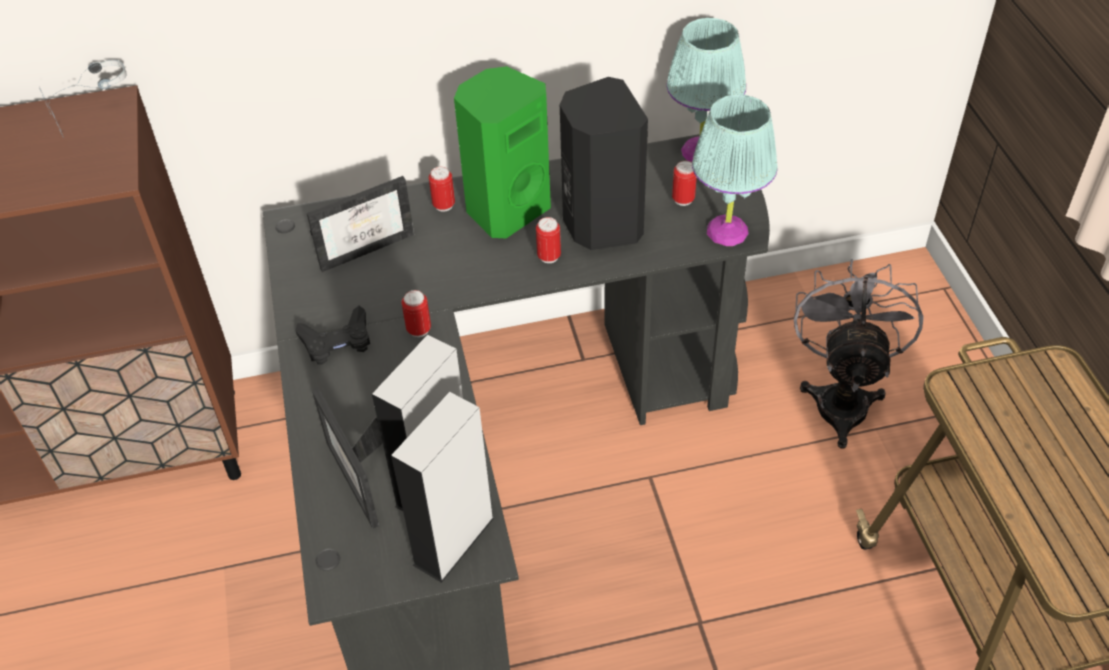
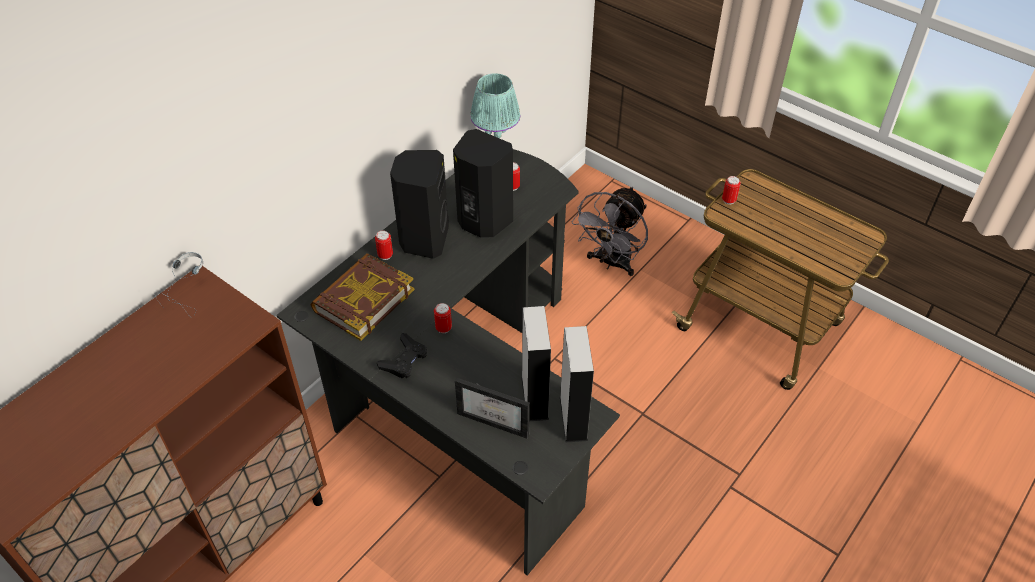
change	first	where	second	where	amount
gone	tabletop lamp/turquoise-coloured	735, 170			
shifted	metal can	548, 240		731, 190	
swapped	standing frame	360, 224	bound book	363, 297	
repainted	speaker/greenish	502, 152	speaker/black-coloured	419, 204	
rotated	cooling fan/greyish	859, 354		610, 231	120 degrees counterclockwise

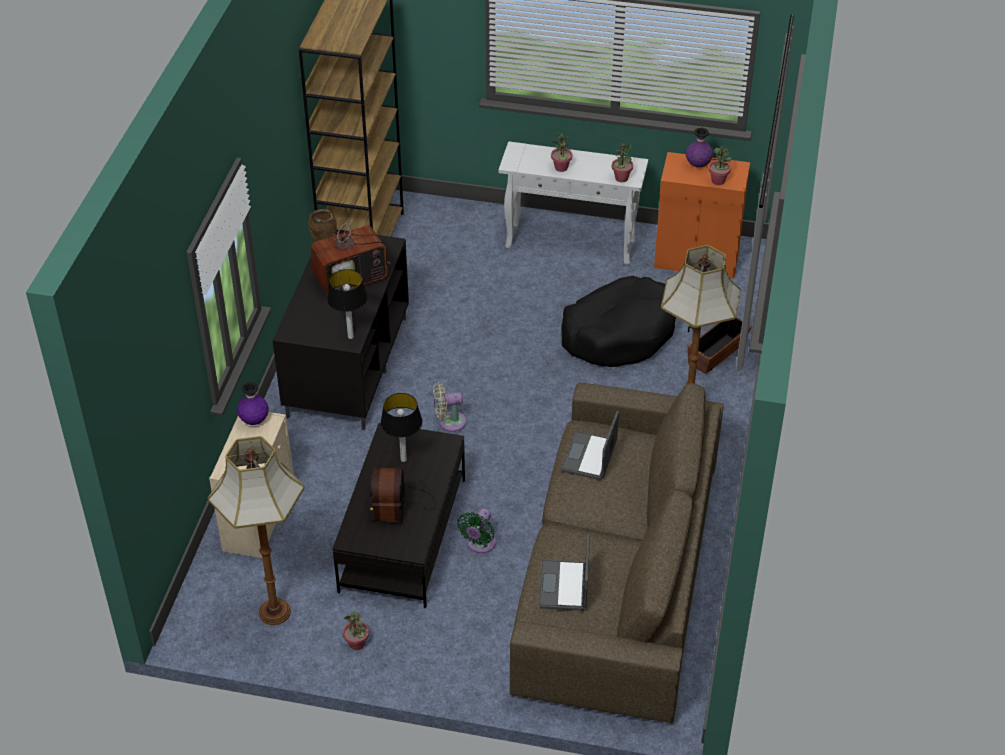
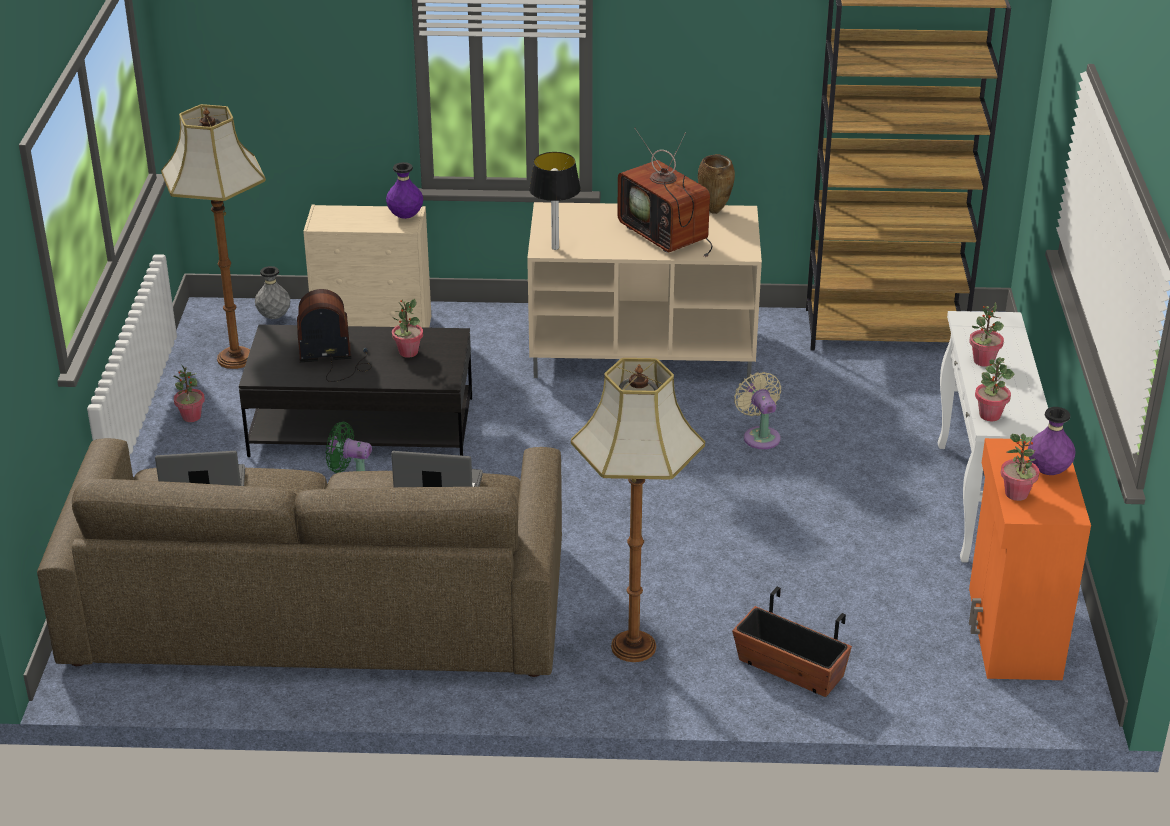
change	first	where	second	where	amount
gone	dog bed/black-coloured	618, 321			
new			decorative vase/greyish	272, 292	
shifted	cooling fan/beige	449, 407		757, 410	
swapped	tabletop lamp	401, 427	plant in a pot	407, 328	
repainted	media console/black-coloured	341, 329	media console/beige	644, 292	

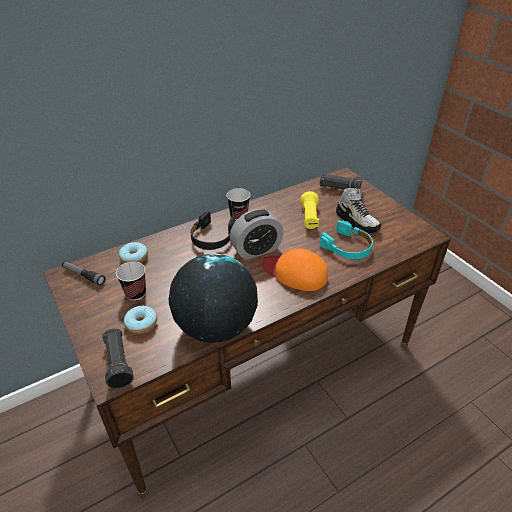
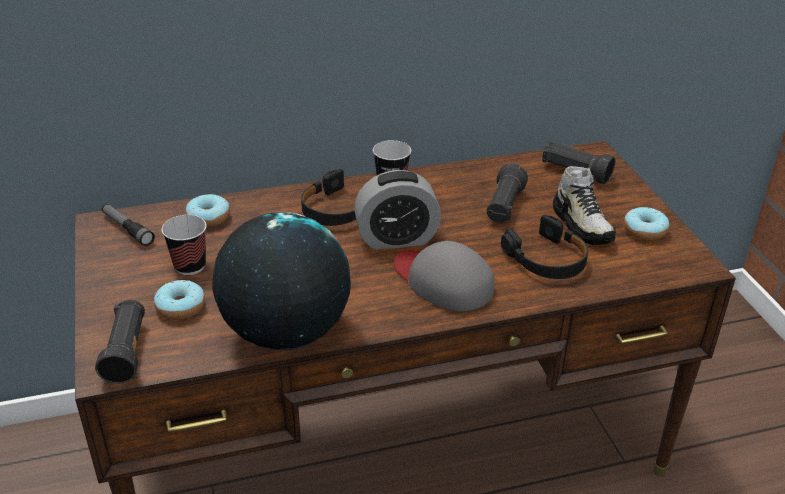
change	first	where	second	where	amount
new			doughnut	646, 224	
repainted	peaked cap/orangey	295, 269	peaked cap/greyish	444, 276	
repainted	hand torch/yellowish	310, 210	hand torch/black-coloured	507, 193	
repainted	pair of headphones/turquoise-coloured	346, 239	pair of headphones/black-coloured	544, 247	

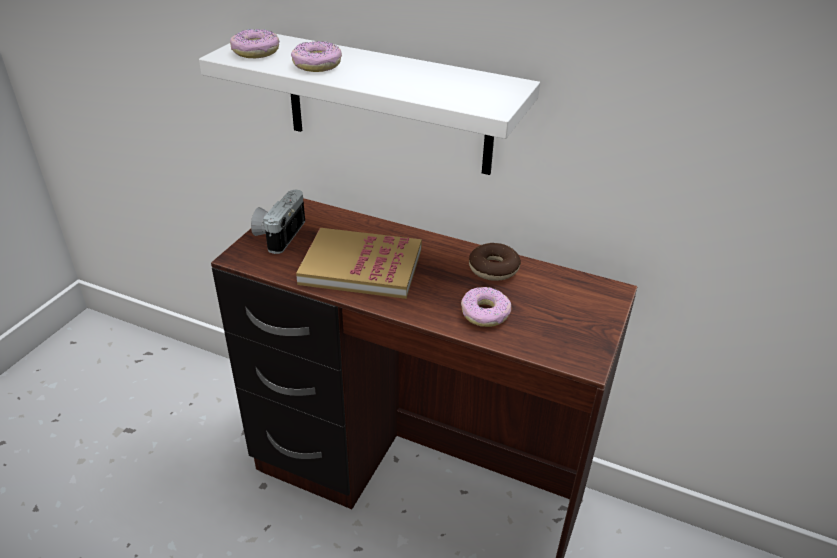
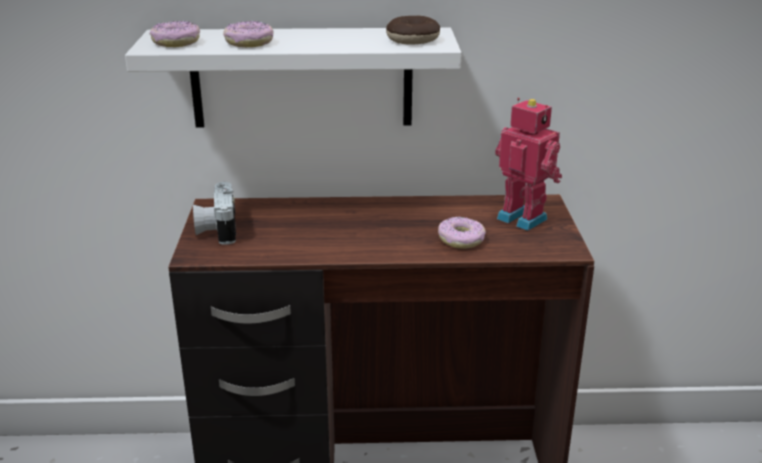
change	first	where	second	where	amount
gone	bound book	359, 263			
new			robot figure	528, 164	
shifted	doughnut	495, 262		413, 30	

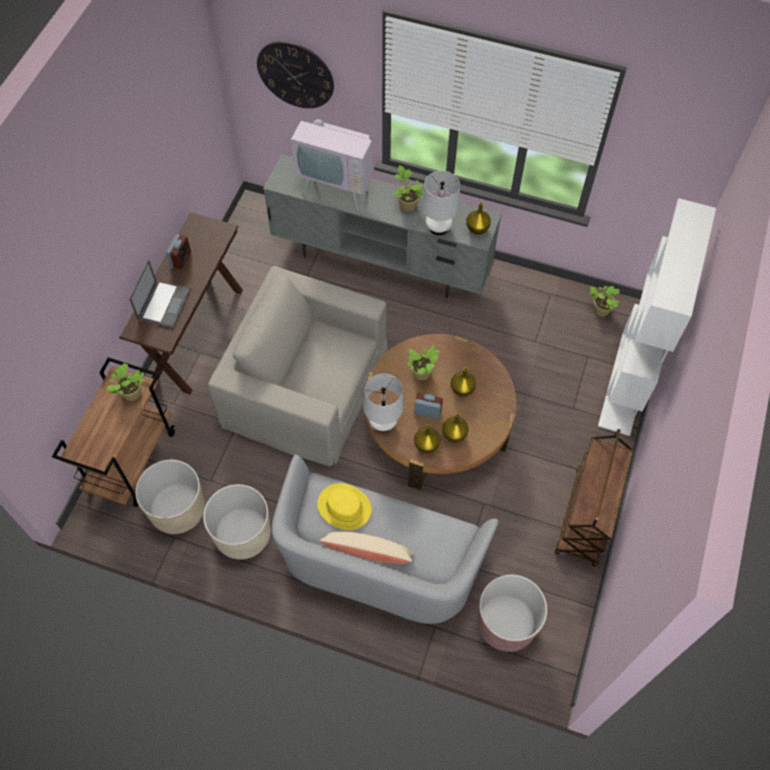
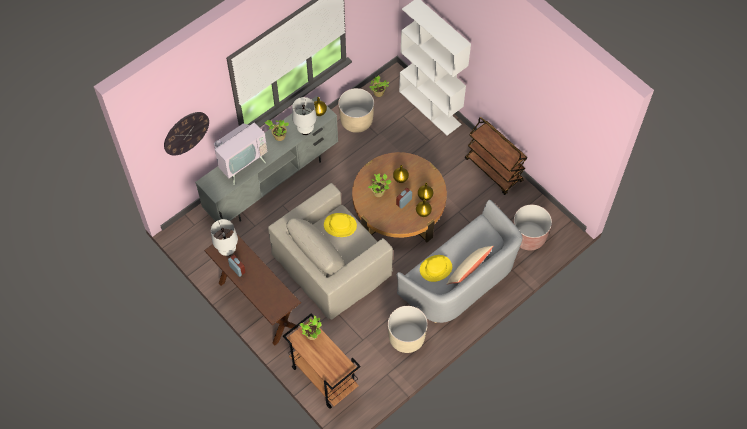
change	first	where	second	where	amount
gone	portable computer	160, 294			
new			clothing hat/yellowish	340, 225	
shifted	plant pot/beige	170, 497		356, 110	
shifted	tabletop lamp/white-coloured	383, 403		224, 237	

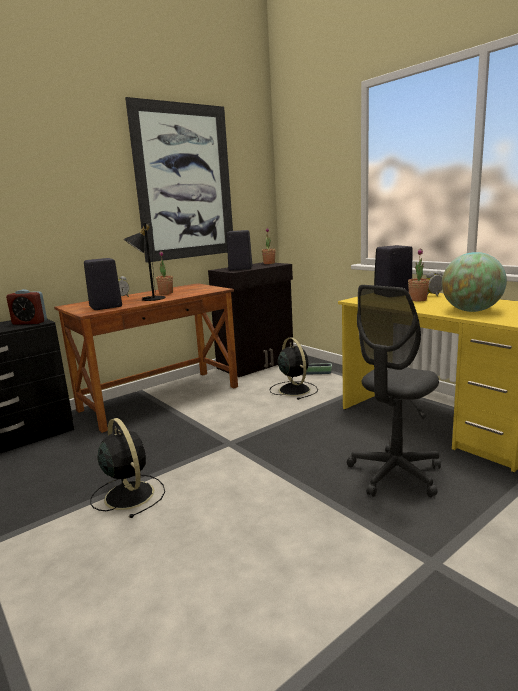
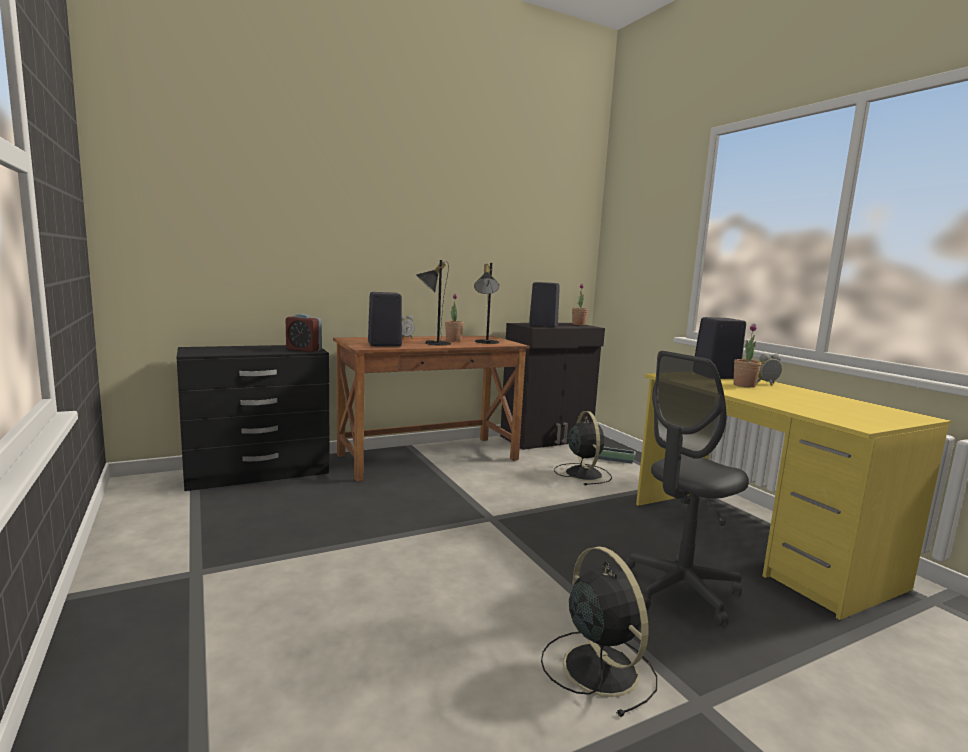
change	first	where	second	where	amount
gone	wall picture	179, 180			
gone	desk globe	474, 282			
new			tabletop lamp/black-coloured	486, 303	
shifted	cooling fan/black-coloured	127, 468		599, 631	

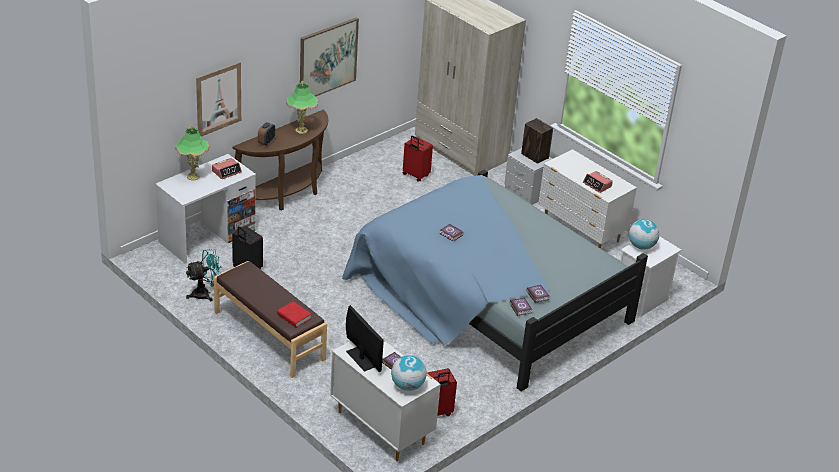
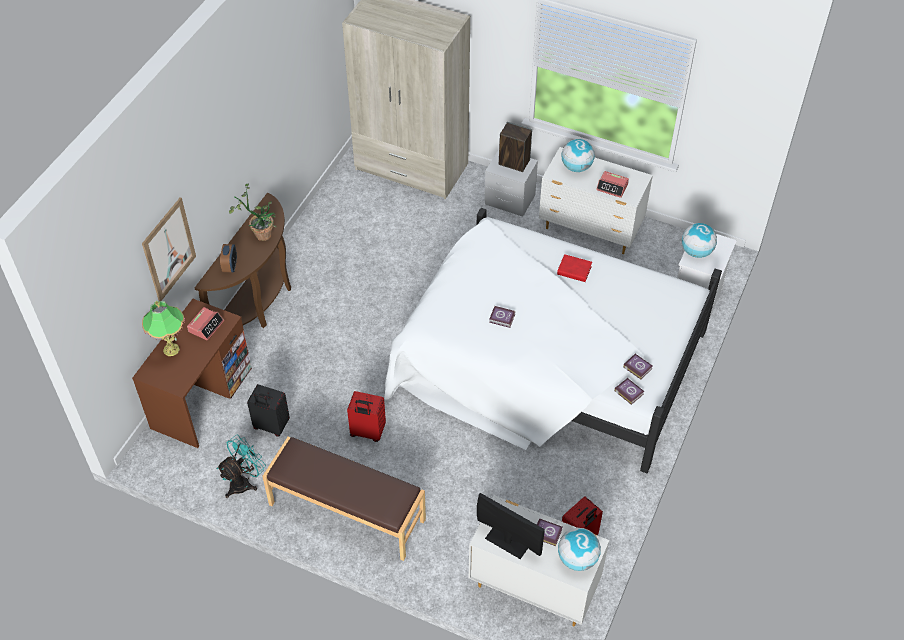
change	first	where	second	where	amount
gone	wall picture	329, 57			
new			desk globe	578, 155	
shifted	bound book/reddish	294, 314		574, 268	
shifted	suitcase/reddish	418, 159		366, 416	
swapped	tabletop lamp	302, 107	plant in a pot	253, 212	
repainted	desk table/white-coloured	205, 209	desk table/brown	192, 373	
repainted	bedroom bed/blue-coloured	495, 280	bedroom bed/white-coloured	553, 340	

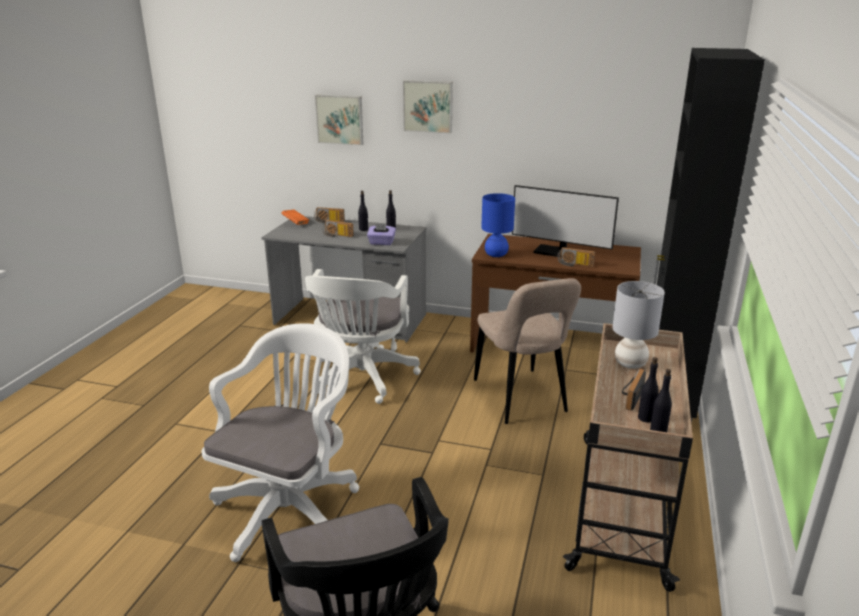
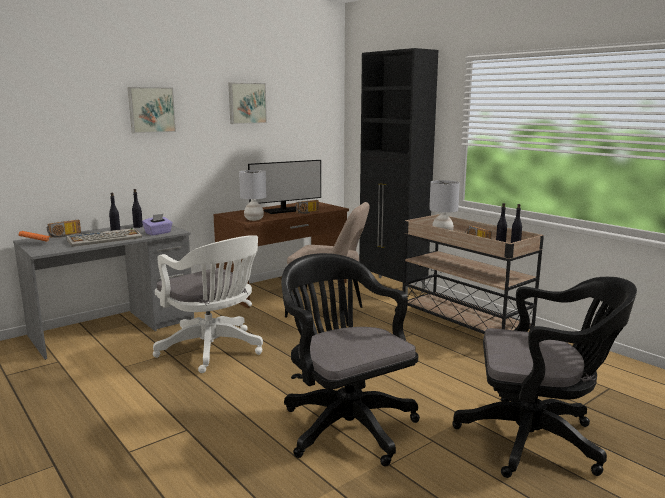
change	first	where	second	where	amount
shifted	wall picture	339, 120		247, 103	
swapped	radio	338, 228	PC keyboard	104, 237	
repainted	desk chair/white-coloured	280, 442	desk chair/black-coloured	350, 360	
repainted	tabletop lamp/blue-coloured	498, 225	tabletop lamp/greyish	252, 195	

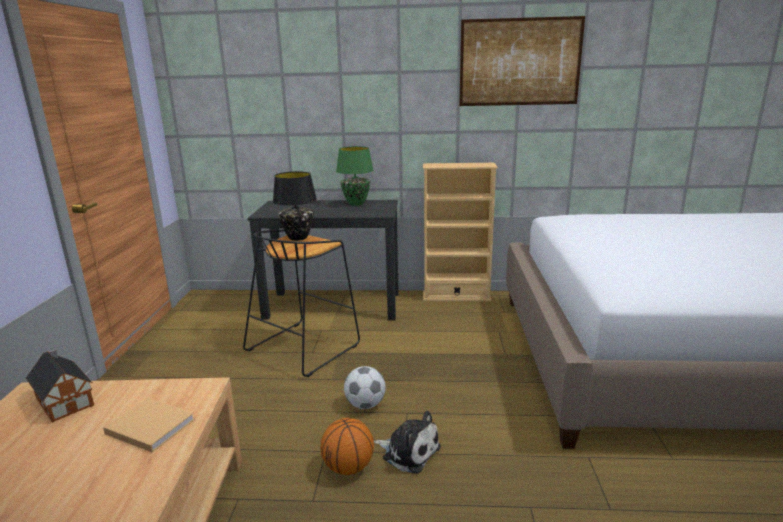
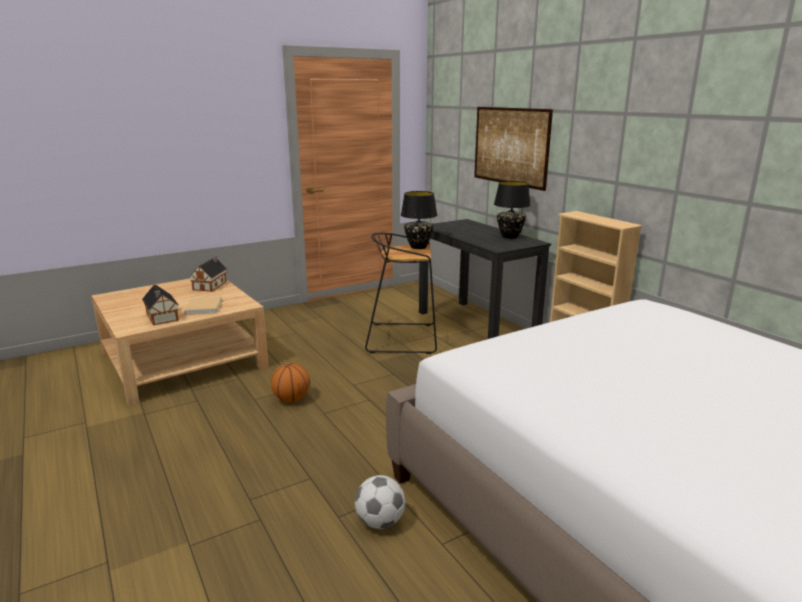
change	first	where	second	where	amount
gone	plush toy	407, 442			
new			toy house	160, 305	
shifted	football	365, 387		380, 502	
shifted	wall picture	522, 61		513, 149	
repainted	tabletop lamp/greenish	354, 176	tabletop lamp/black-coloured	512, 210	

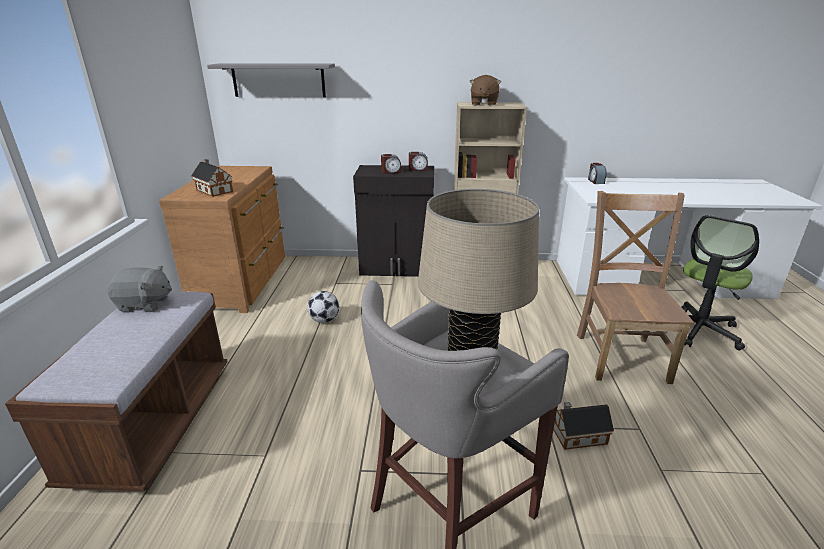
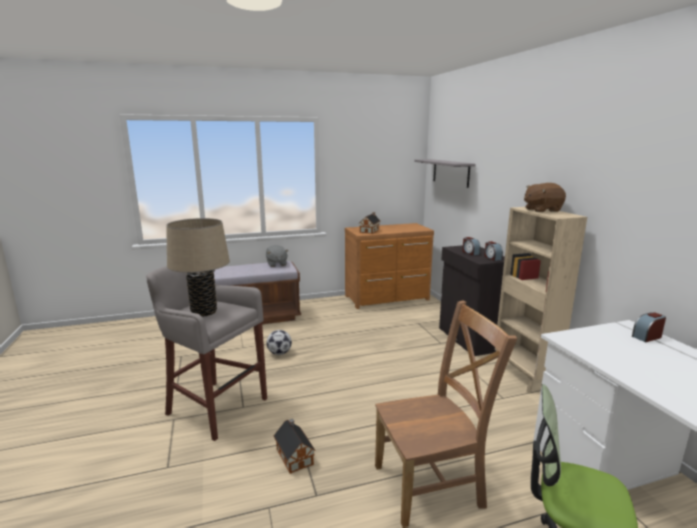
change	first	where	second	where	amount
shifted	football	323, 307		279, 342	

